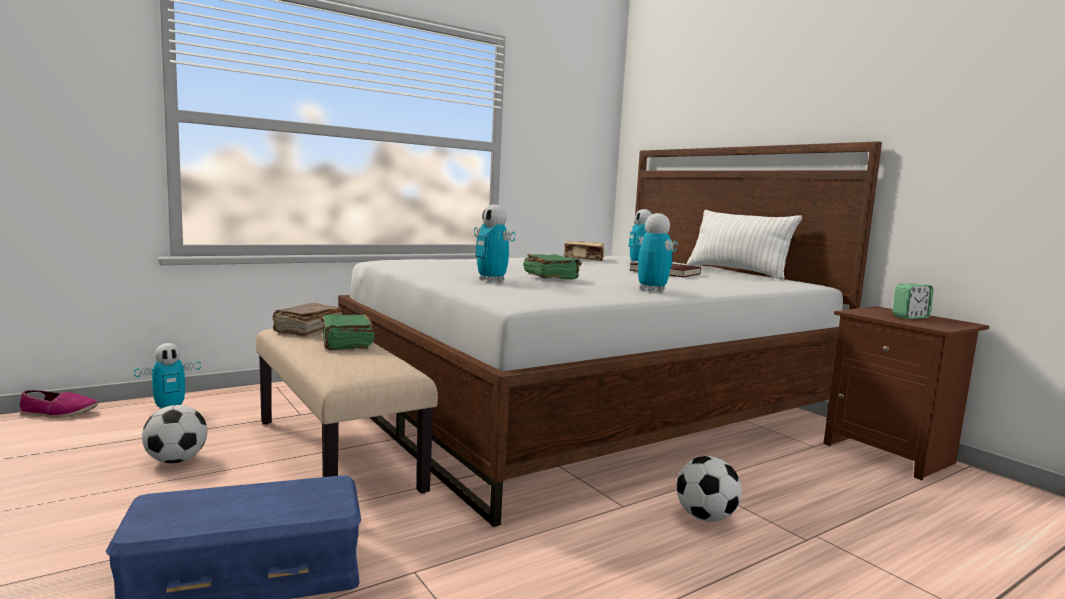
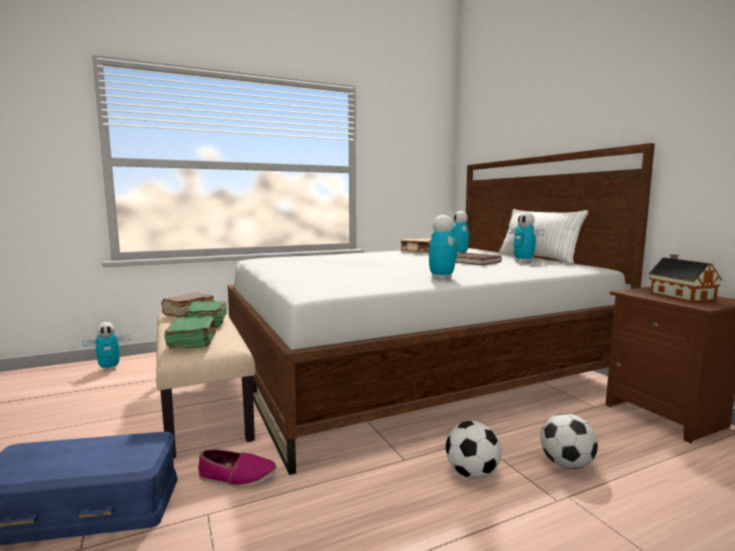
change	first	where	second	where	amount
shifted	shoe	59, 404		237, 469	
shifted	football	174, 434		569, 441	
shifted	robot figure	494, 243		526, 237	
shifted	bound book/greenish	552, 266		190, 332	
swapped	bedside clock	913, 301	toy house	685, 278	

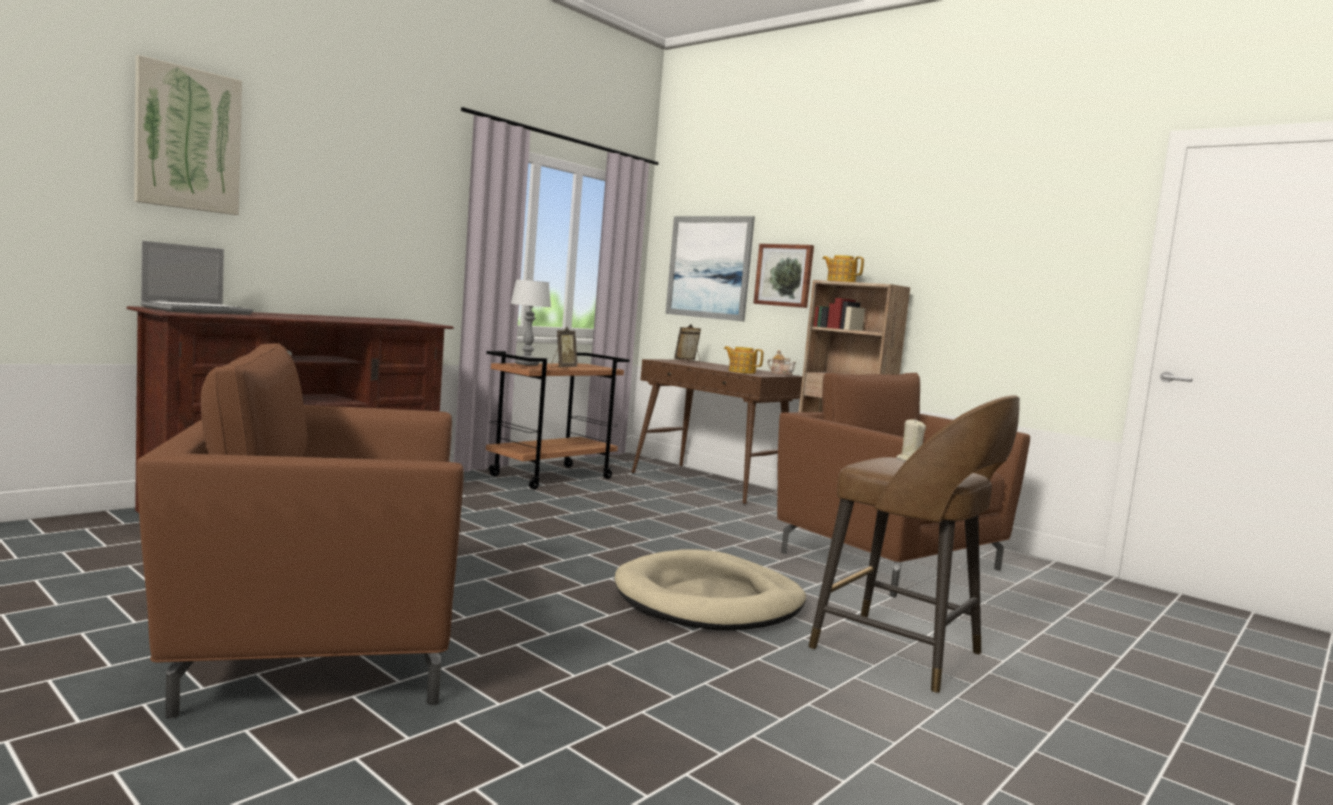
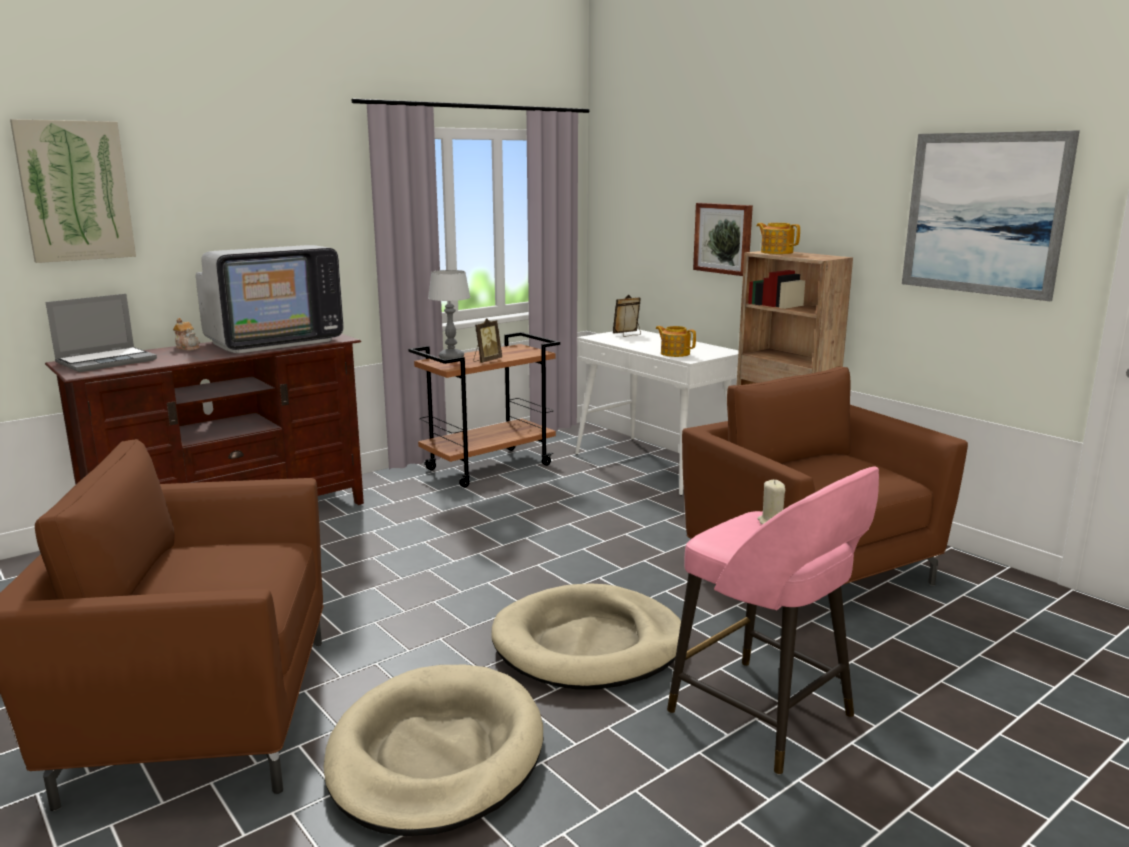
change	first	where	second	where	amount
new			TV	269, 299	
new			dog bed/beige	433, 750	
shifted	wall picture	710, 268		991, 215	
shifted	teapot	781, 362		186, 334	
repainted	console table/brown	717, 432	console table/white-coloured	657, 412	
repainted	sitting stool/brown	914, 544	sitting stool/pinkish	773, 620	

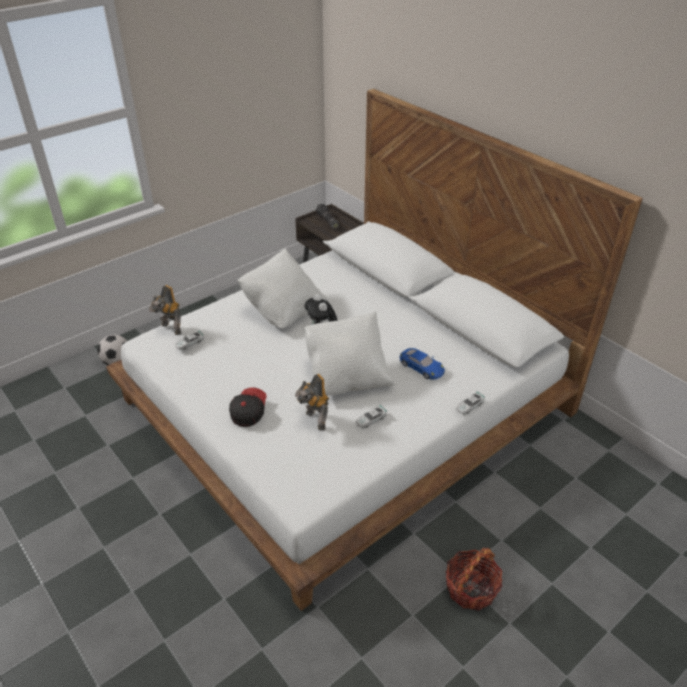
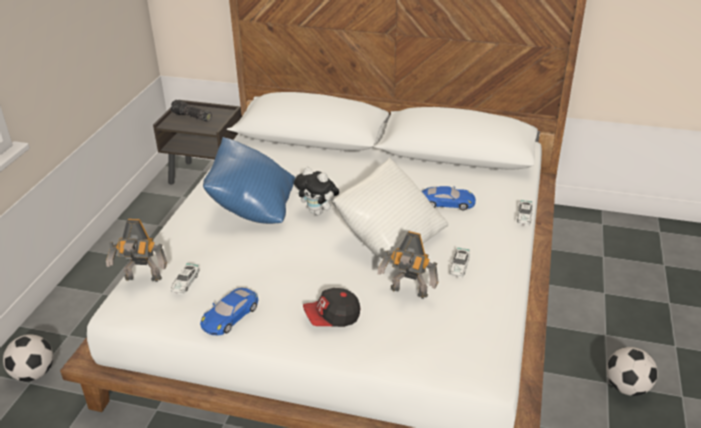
change	first	where	second	where	amount
new			toy car/blue-coloured	229, 312	
swapped	basket	474, 579	football	632, 371	
repainted	throw pillow/white-coloured	282, 288	throw pillow/blue-coloured	249, 180	
rotated	peaked cap	248, 407		331, 307	90 degrees counterclockwise

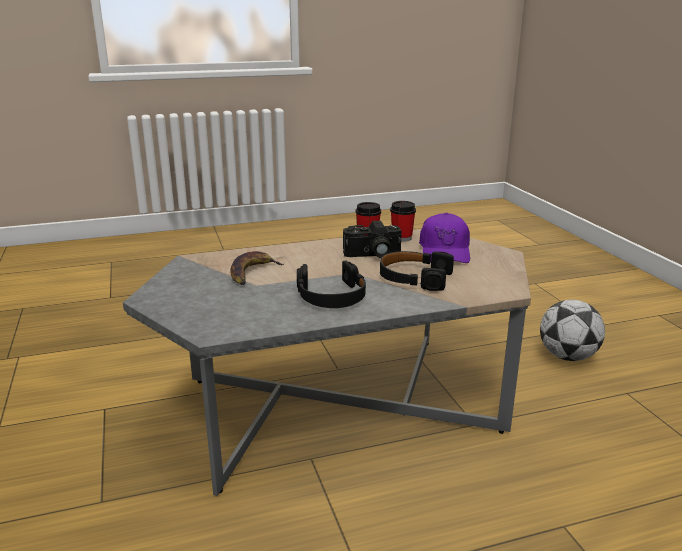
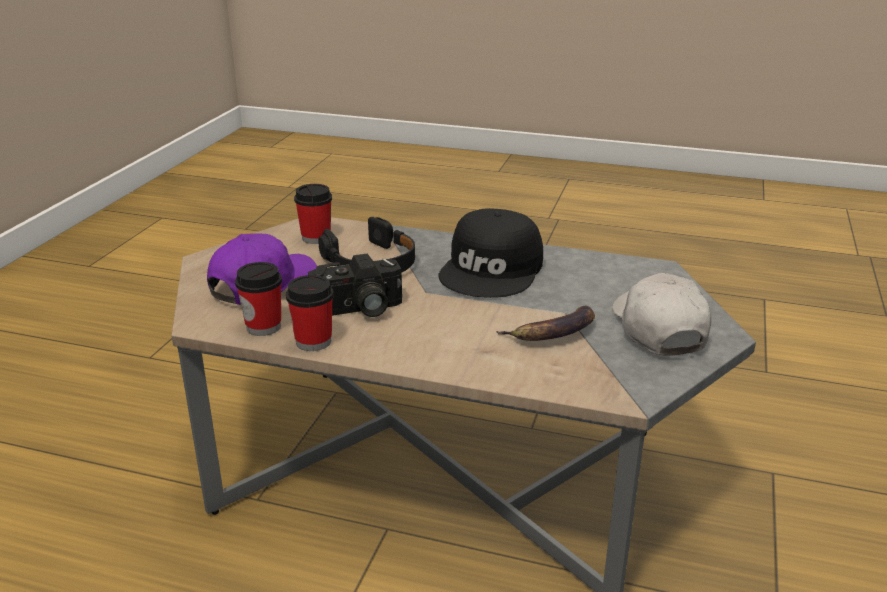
change	first	where	second	where	amount
gone	football	572, 330			
new			drinking cup	313, 214	
new			peaked cap/white-coloured	661, 314	
swapped	pair of headphones/black-coloured	331, 284	peaked cap/black-coloured	490, 253	
rotated	still camera	372, 239		355, 285	135 degrees clockwise

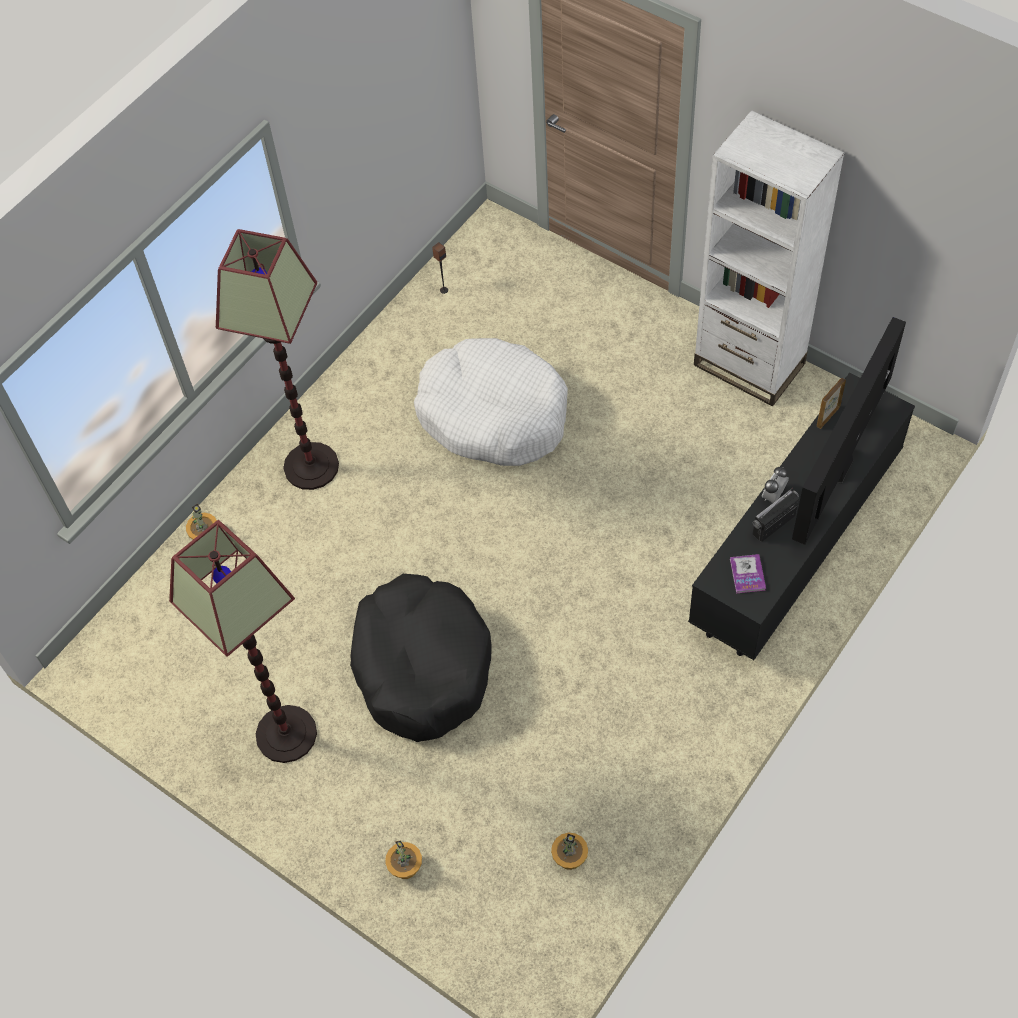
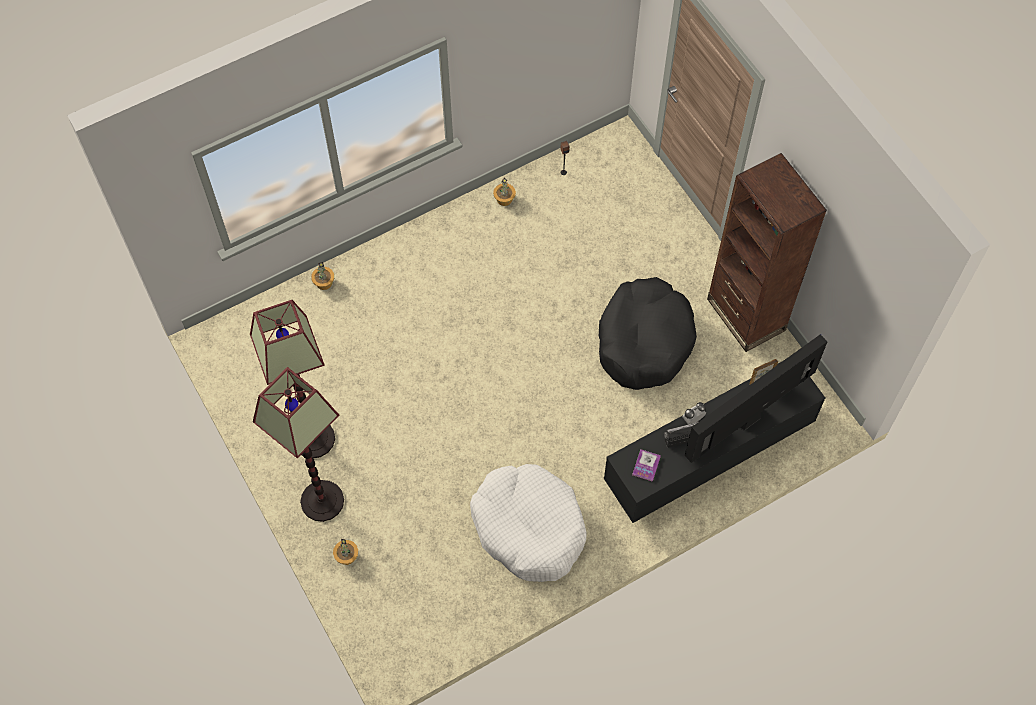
change	first	where	second	where	amount
shifted	floor lamp	277, 359		298, 444	
shifted	dog bed/black-coloured	421, 658		648, 333	
shifted	dog bed/white-coloured	491, 402		528, 523	
shifted	plant in a pot	569, 851		504, 192	
repainted	bookshelf/white-coloured	769, 258	bookshelf/brown	767, 252	

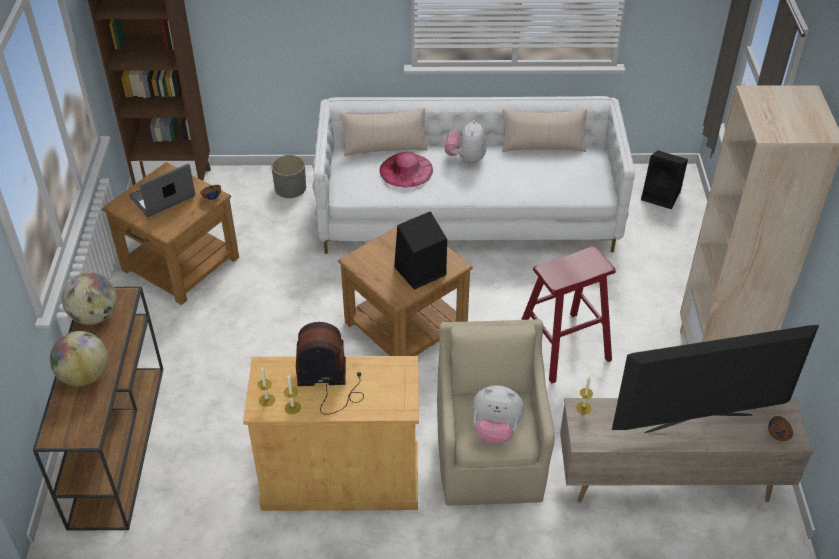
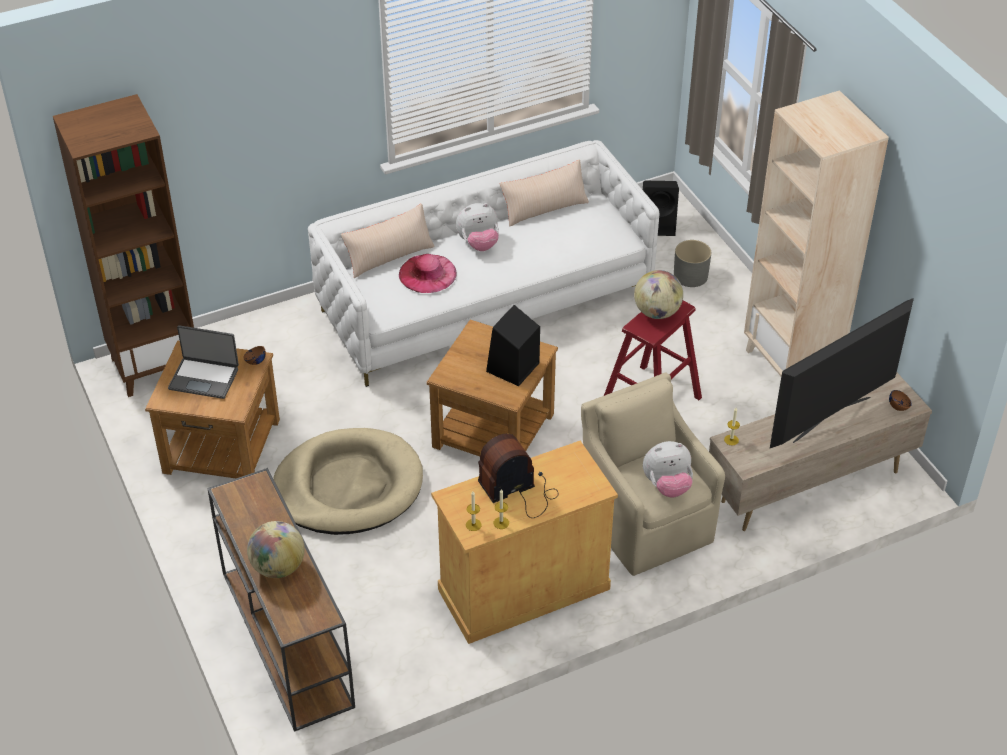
change	first	where	second	where	amount
new			dog bed/beige	348, 481	
shifted	desk globe	89, 298		658, 294	
shifted	plant pot/greyish	288, 176		692, 263	
rotated	portable computer	162, 190		203, 362	105 degrees counterclockwise
rotated	plush toy	465, 142		477, 227	90 degrees counterclockwise

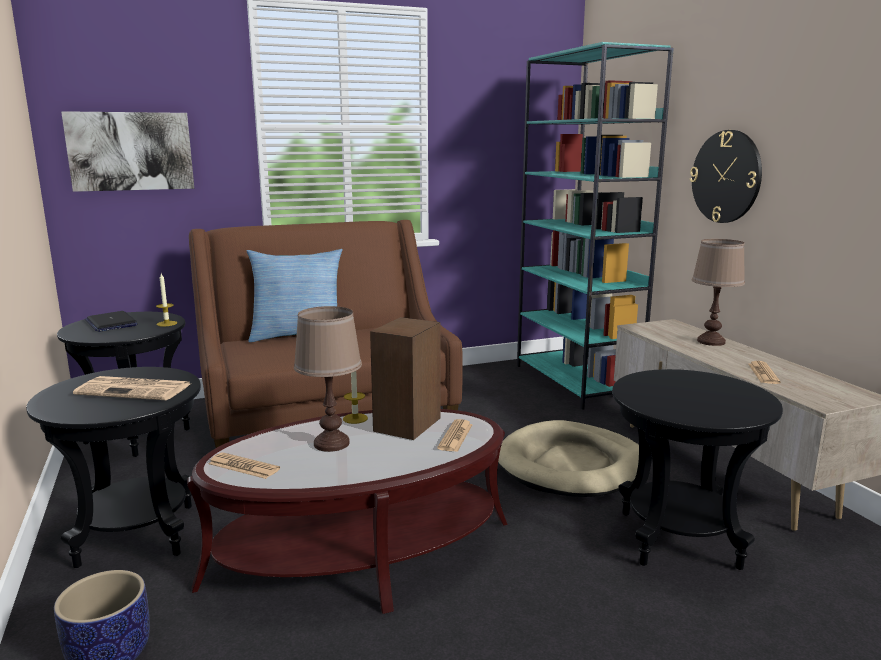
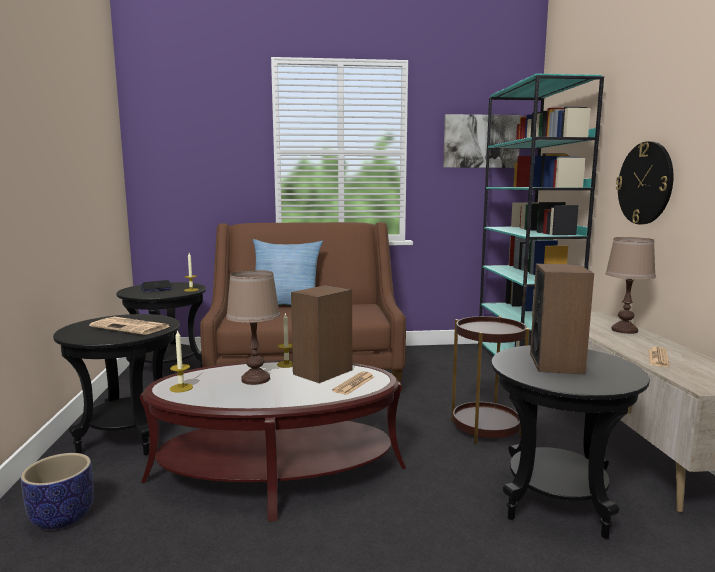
change	first	where	second	where	amount
new			speaker	562, 319	
shifted	wall picture	127, 151		482, 141	
swapped	daily paper	244, 465	wax candle	181, 361	
swapped	dog bed/beige	568, 458	accent table/brown	490, 380	

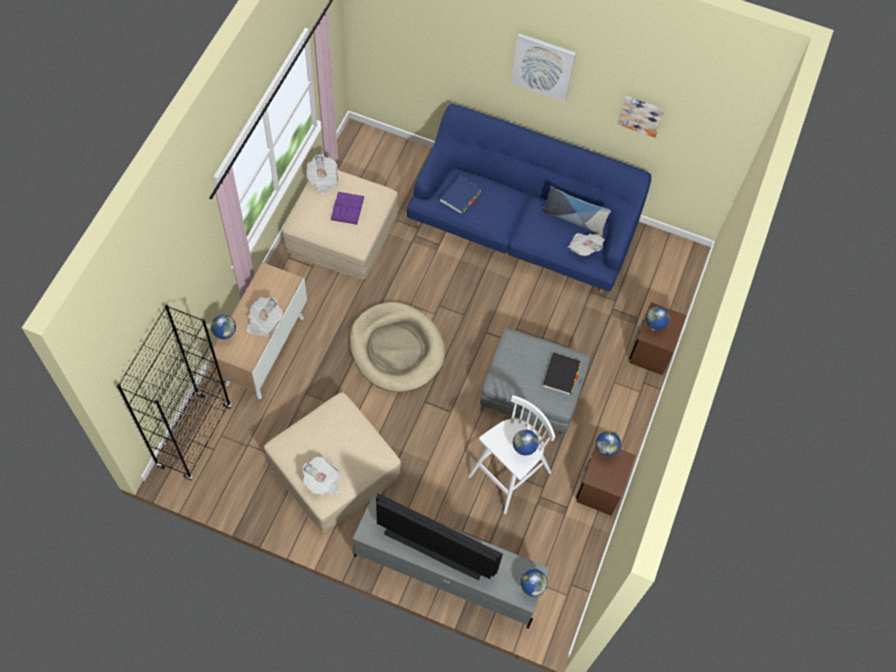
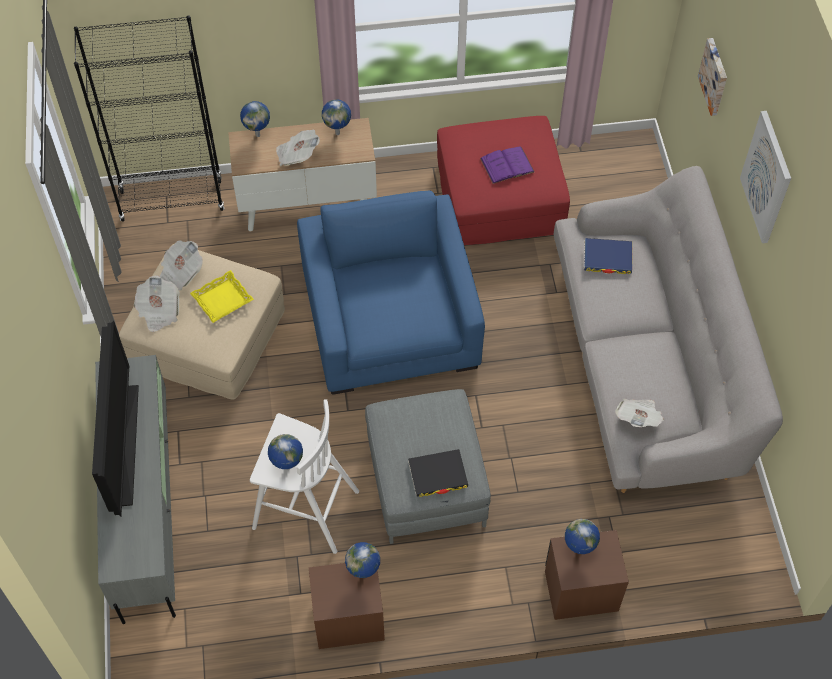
change	first	where	second	where	amount
gone	throw pillow	576, 211			
new			serving tray/yellowish	222, 296	
shifted	daily paper	322, 175		181, 265	
shifted	desk globe	534, 583		336, 117	
shifted	wall picture	641, 116		712, 77	
swapped	dog bed/beige	397, 347	easy chair/blue-coloured	391, 292	
repainted	pouffe/beige	340, 224	pouffe/reddish	503, 180	
repainted	sofa/blue-coloured	529, 198	sofa/greyish	668, 329	

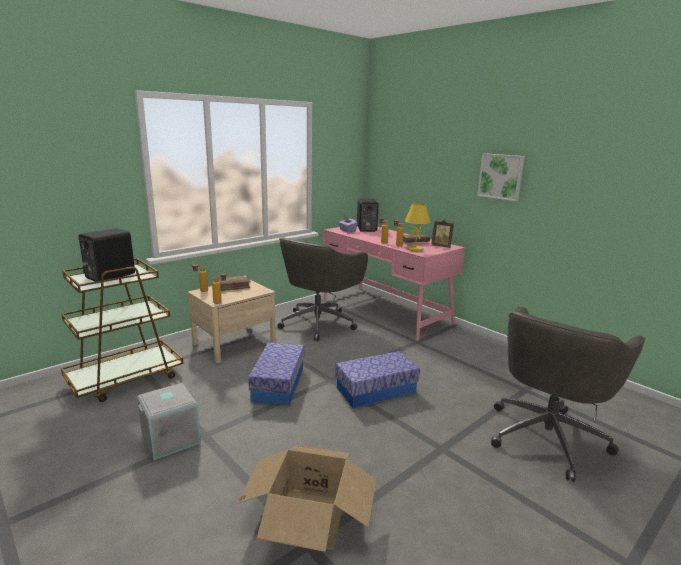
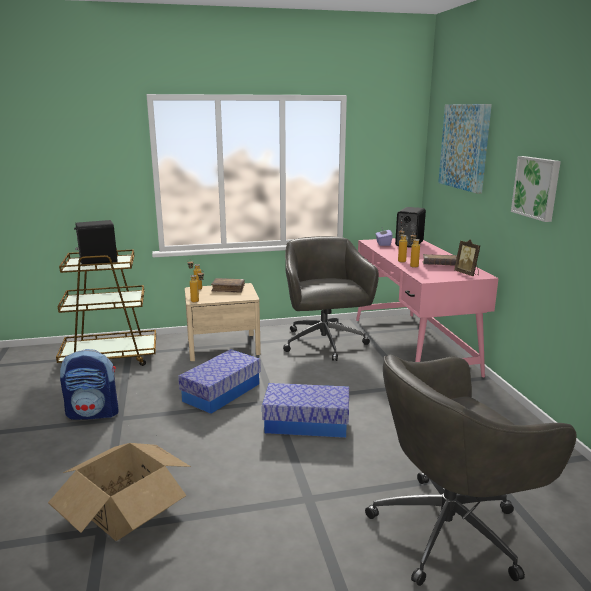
change	first	where	second	where	amount
gone	tabletop lamp/yellowish	418, 227			
new			wall picture	465, 149	
swapped	storage container/greyish	169, 421	backpack	89, 384	
rotated	desk chair/greyish	322, 289		331, 298	105 degrees clockwise

